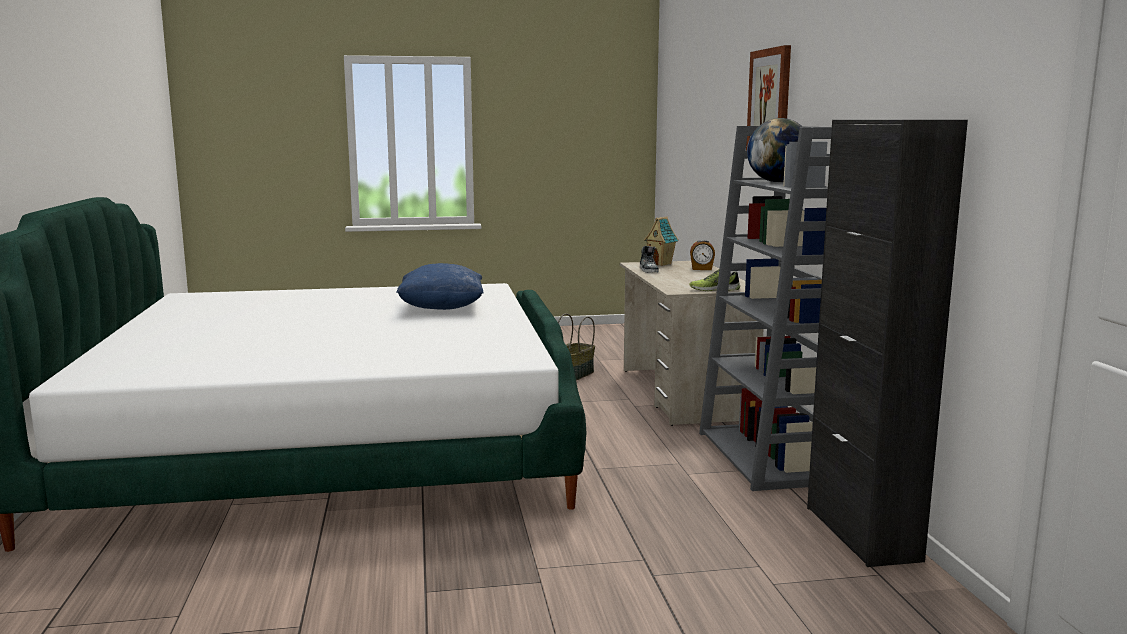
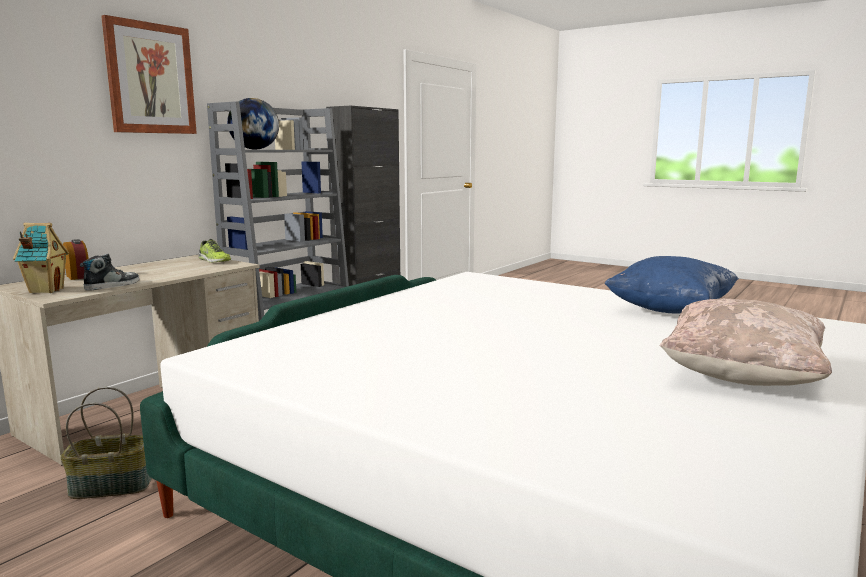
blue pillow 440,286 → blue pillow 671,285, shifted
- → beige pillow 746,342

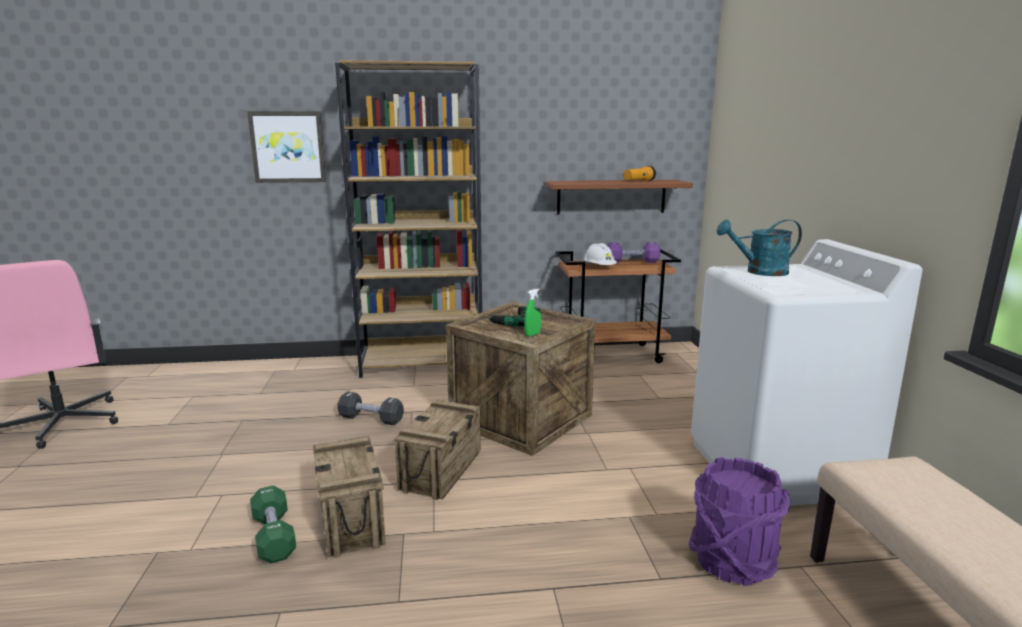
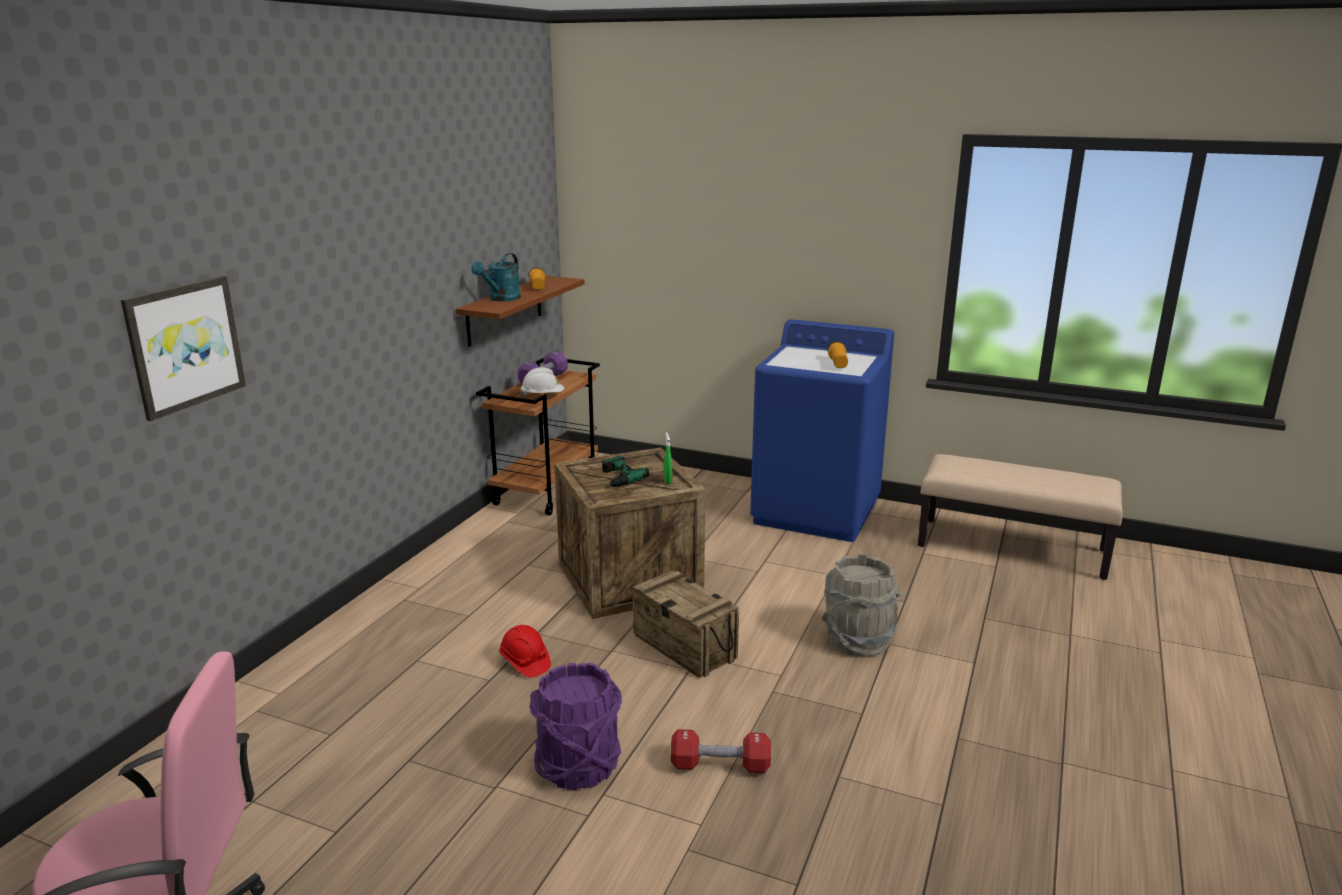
green dumbbell 273,524 → red dumbbell 721,751
crate 349,497 → -
brown bookcase 408,219 → -
black dumbbell 371,408 → red hard hat 525,651
purple bucket 739,521 → purple bucket 576,726, shifted
white washing machine 806,372 → blue washing machine 822,430
turquoise watering can 759,248 → turquoise watering can 496,277, shifted
- → grey bucket 862,605
- → flashlight 837,354

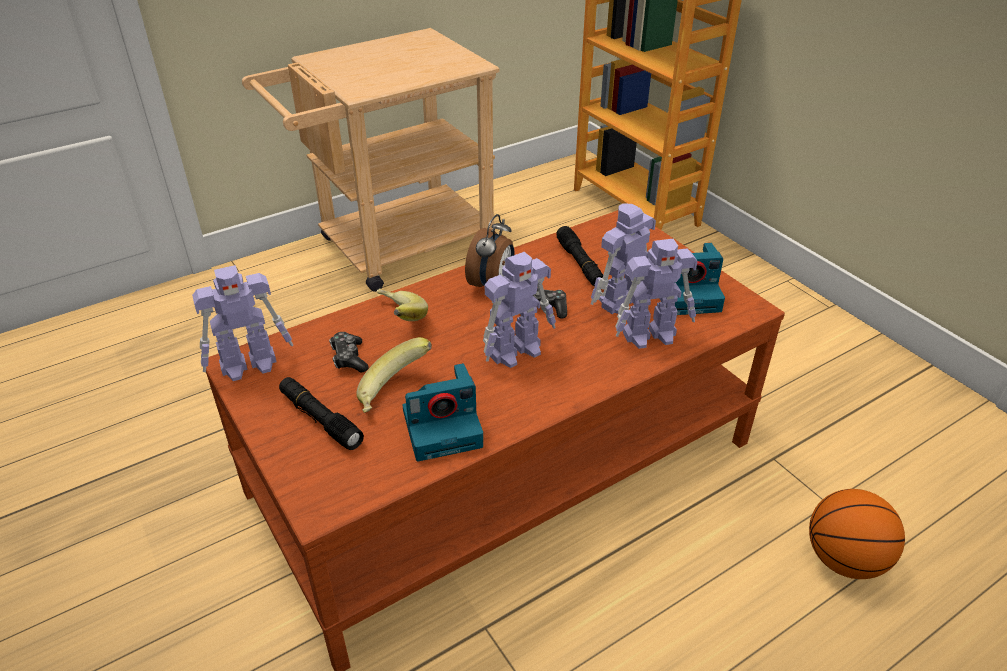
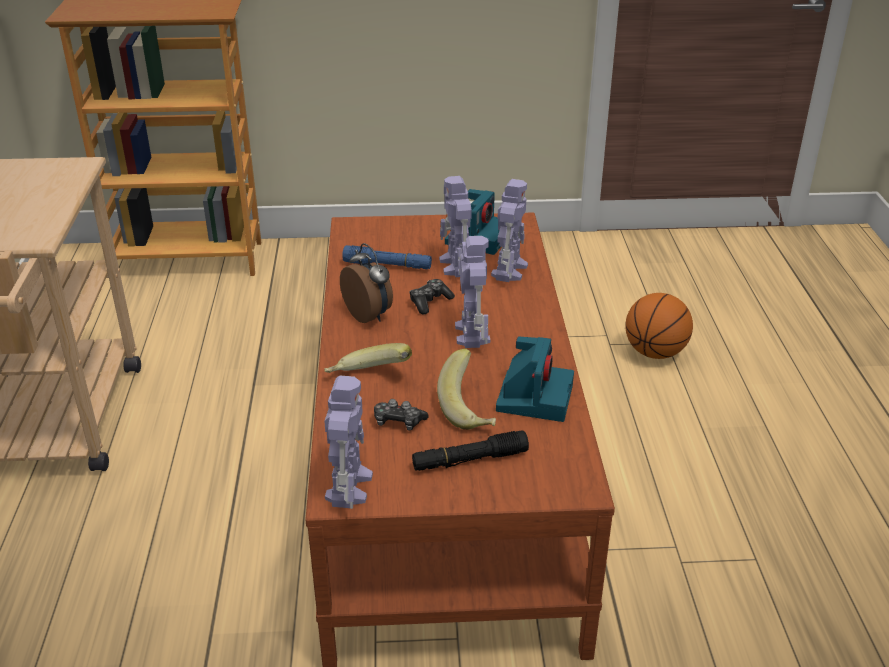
black flashlight 579,256 → blue flashlight 387,257

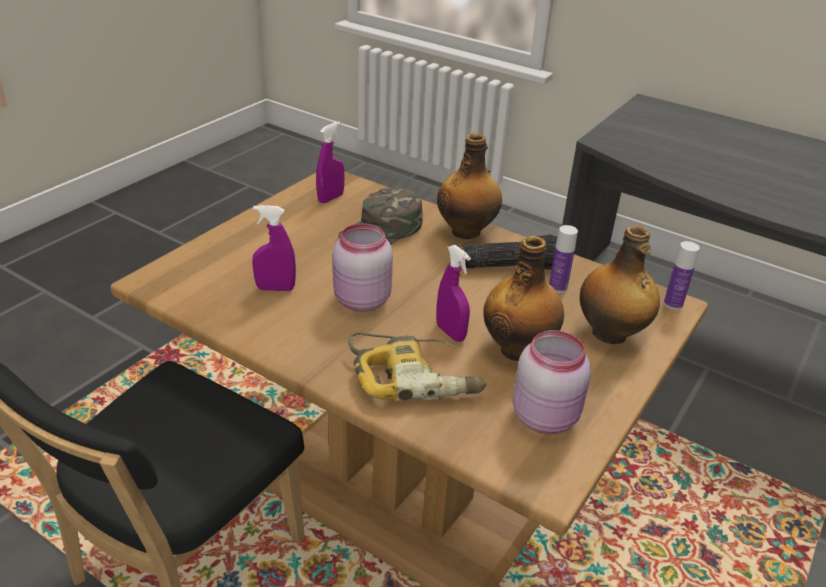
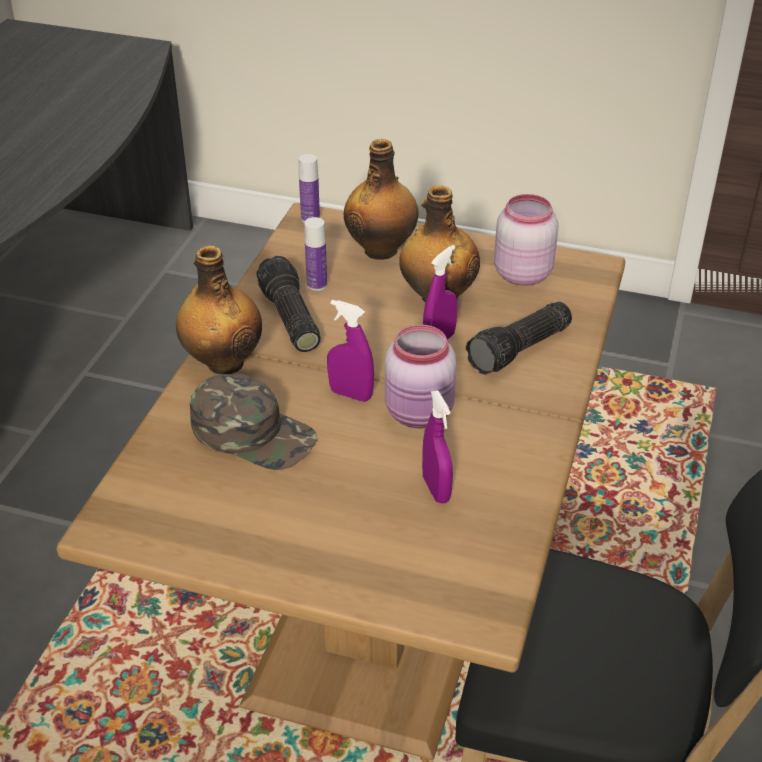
purple spray bottle 330,162 → purple spray bottle 350,351, shifted
power drill 417,367 → flashlight 519,338

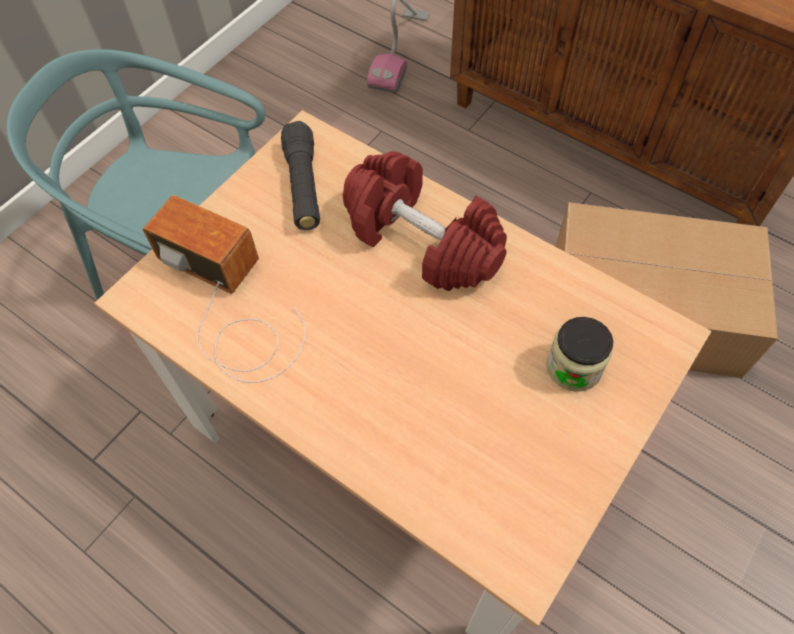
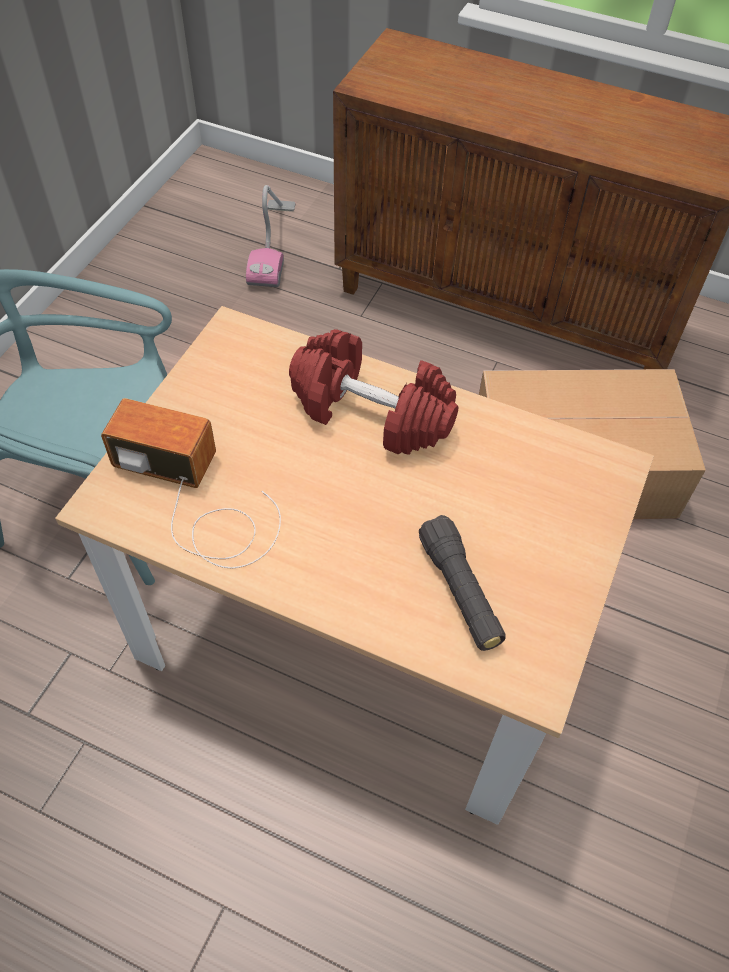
black flashlight 300,175 → black flashlight 462,583, shifted
jar 579,354 → -

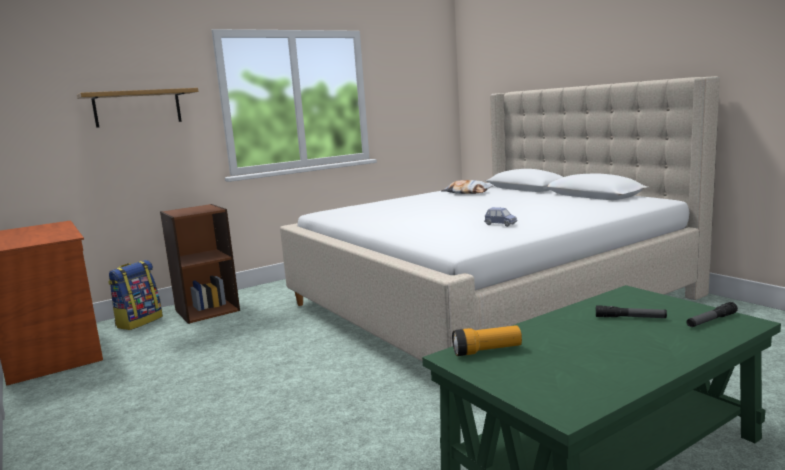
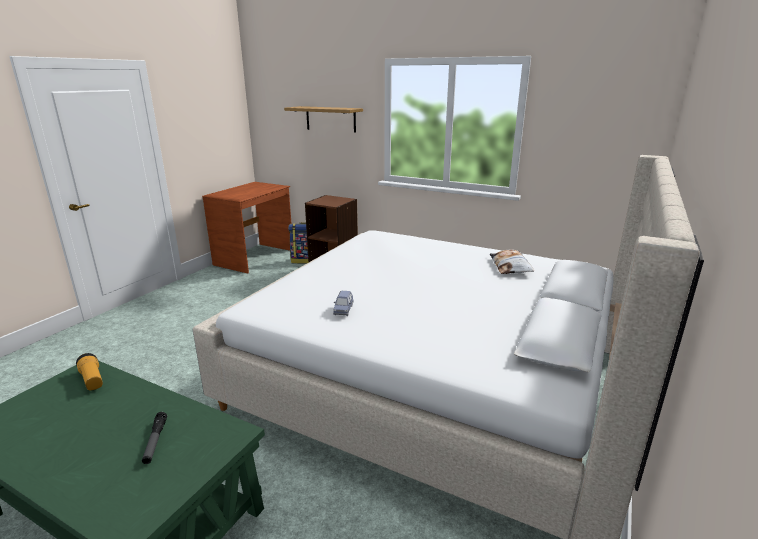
flashlight 712,314 → -

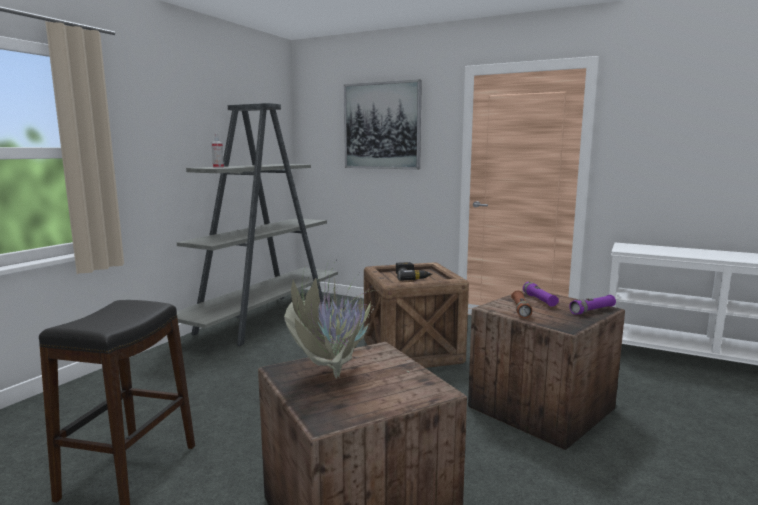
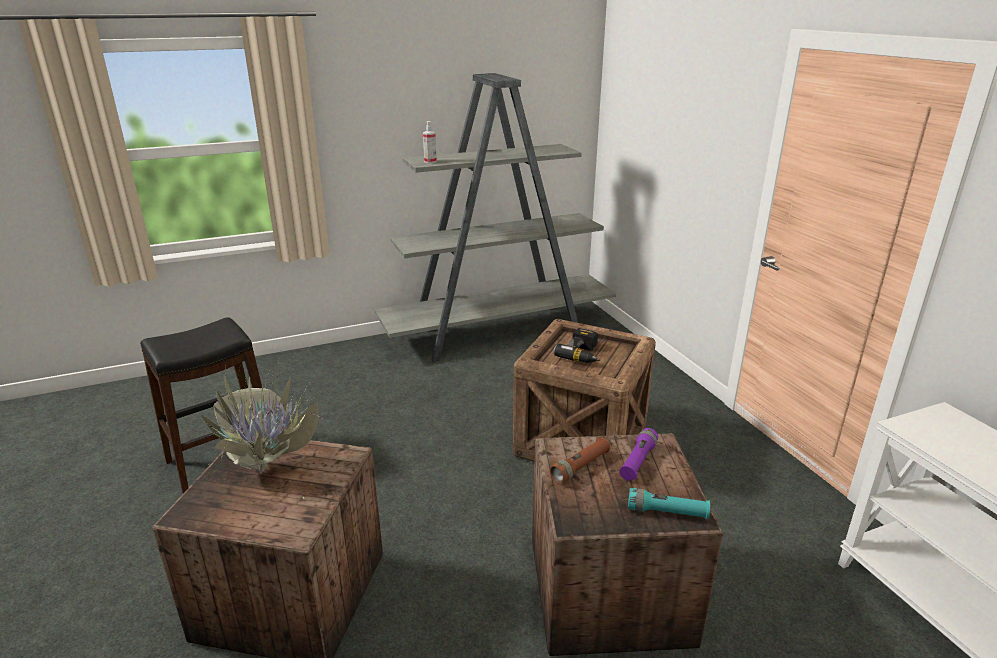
picture 383,124 → -
purple flashlight 592,305 → turquoise flashlight 669,503

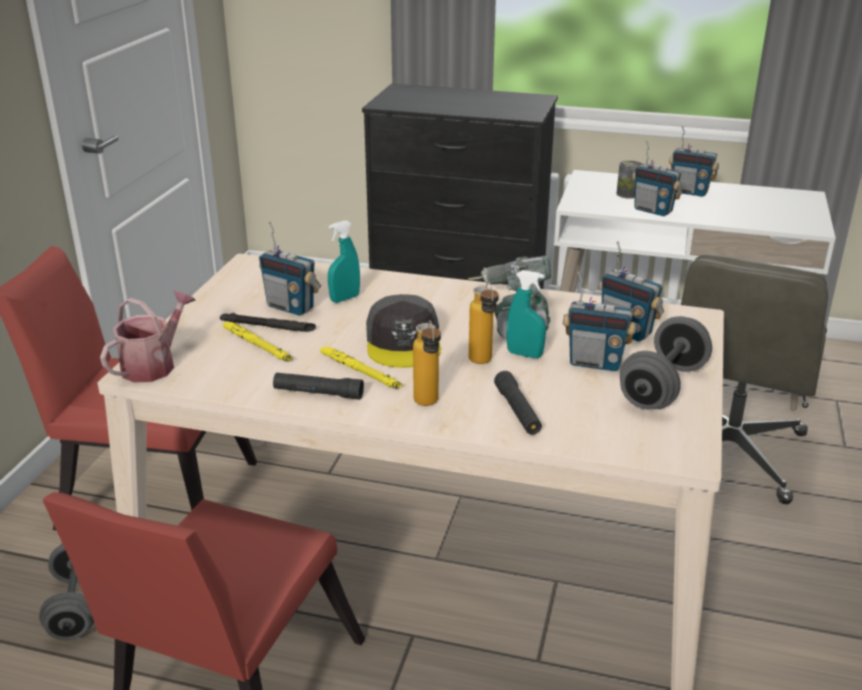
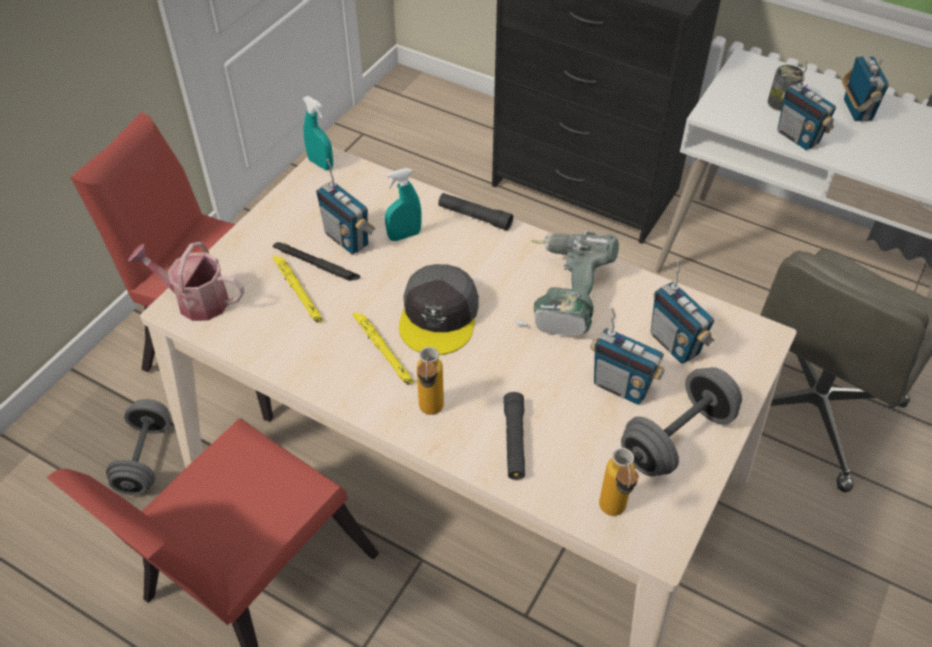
watering can 148,336 → watering can 186,281, 120 degrees counterclockwise
black flashlight 318,386 → black flashlight 475,212, shifted
bottle 484,323 → bottle 618,482, shifted
turquoise spray bottle 526,314 → turquoise spray bottle 318,133, shifted
radio 694,161 → radio 865,89, 135 degrees counterclockwise

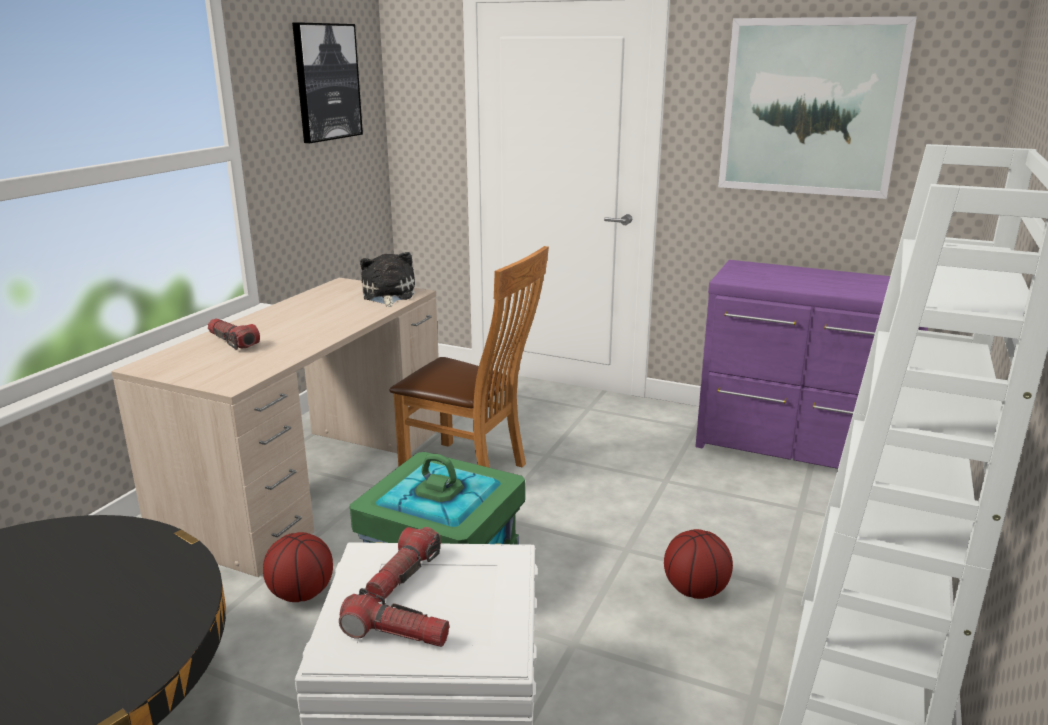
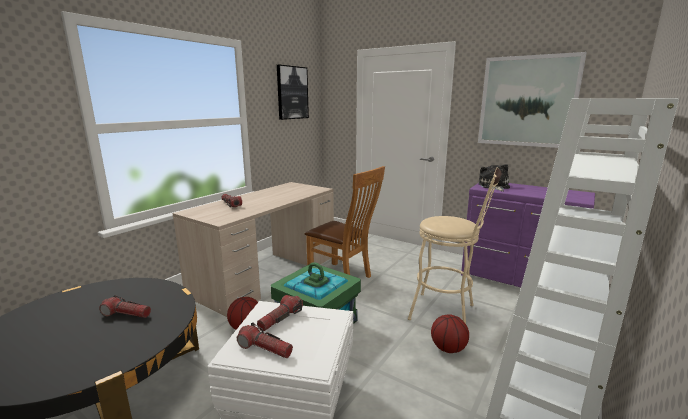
plush toy 387,279 → plush toy 494,178, shifted
- → flashlight 125,306
- → beige stool 455,246

